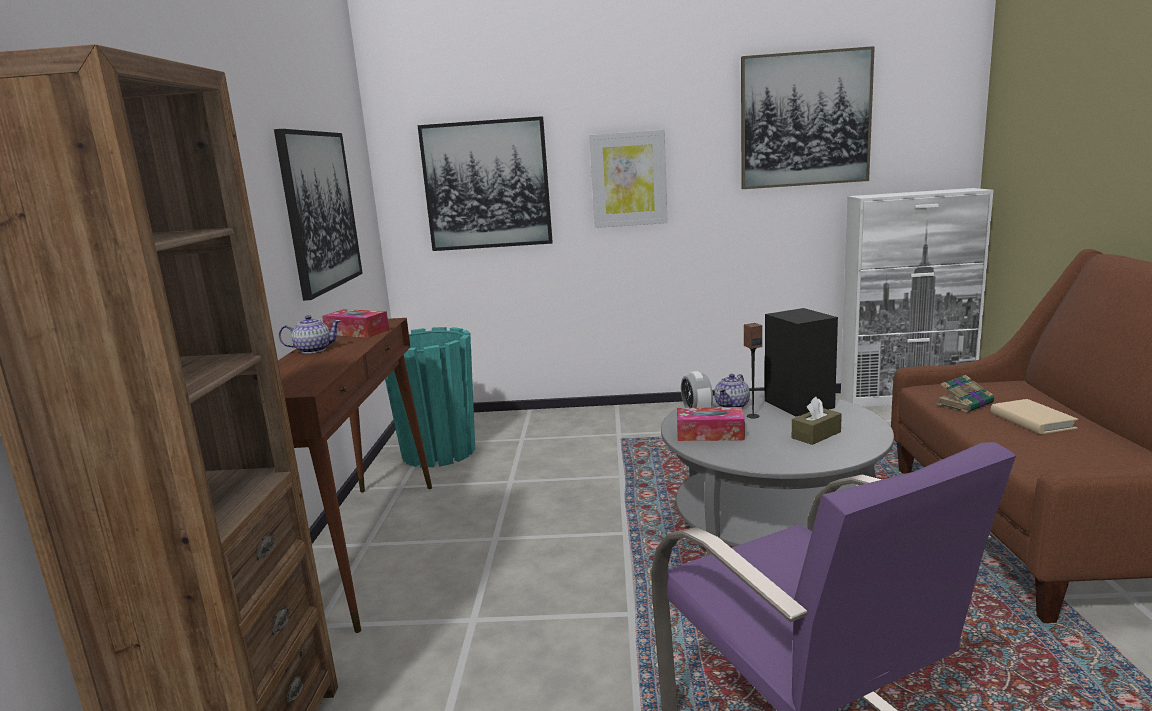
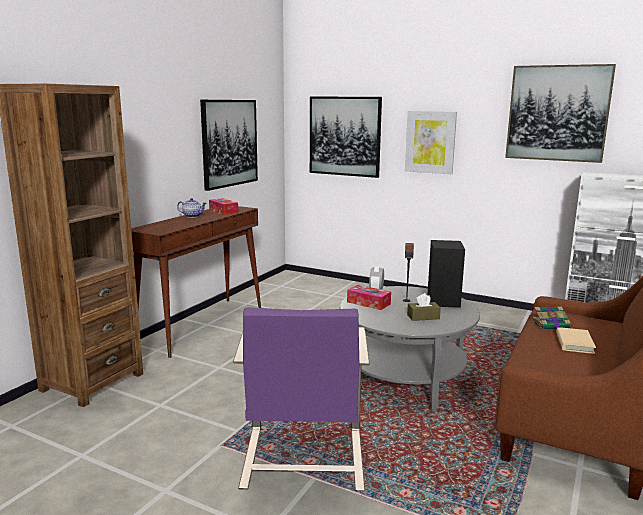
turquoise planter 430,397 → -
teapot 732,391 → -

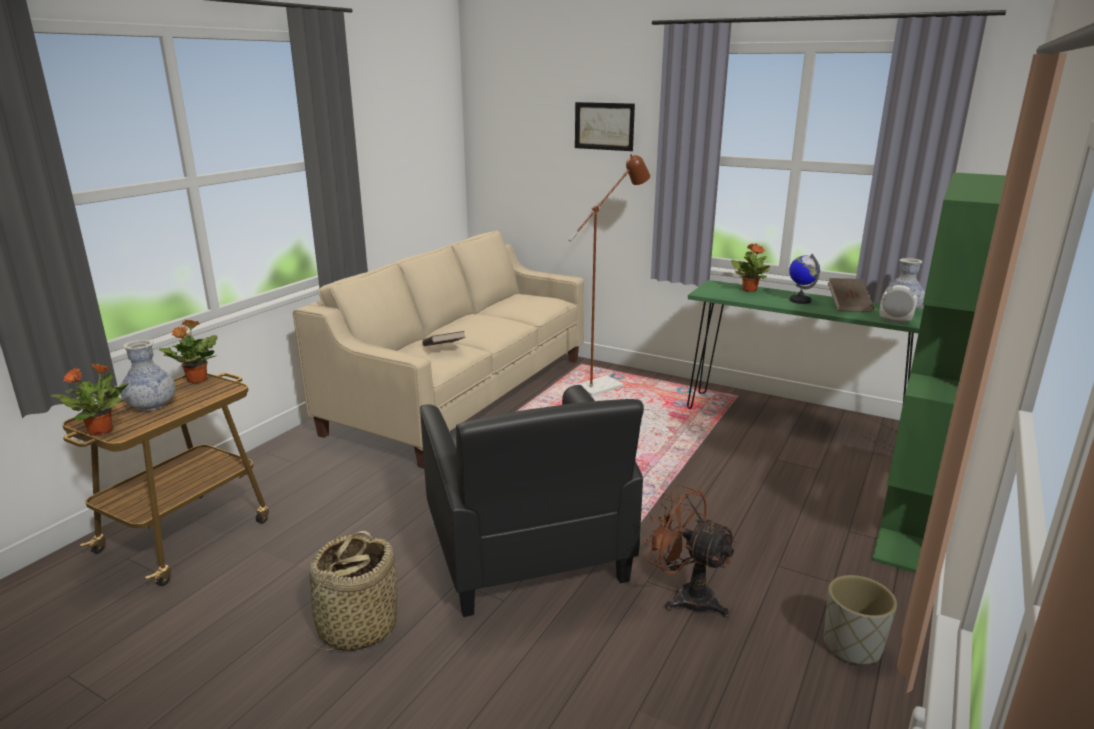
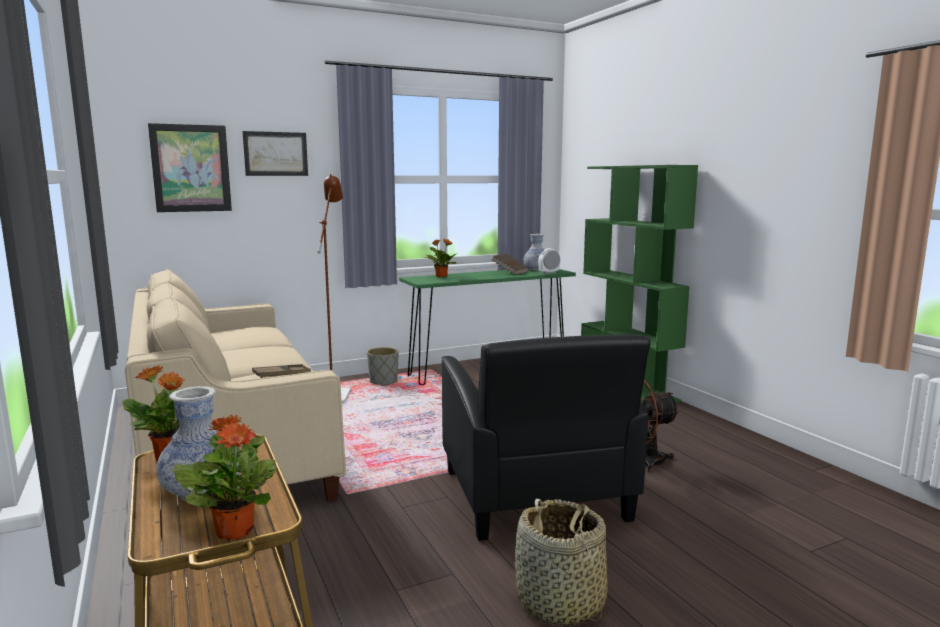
black armchair 532,501 → black armchair 546,438, 60 degrees clockwise
brown book 444,338 → brown tray 281,371
globe 804,279 → -
grey planter 860,619 → grey planter 382,366, shifted
- → picture 190,167

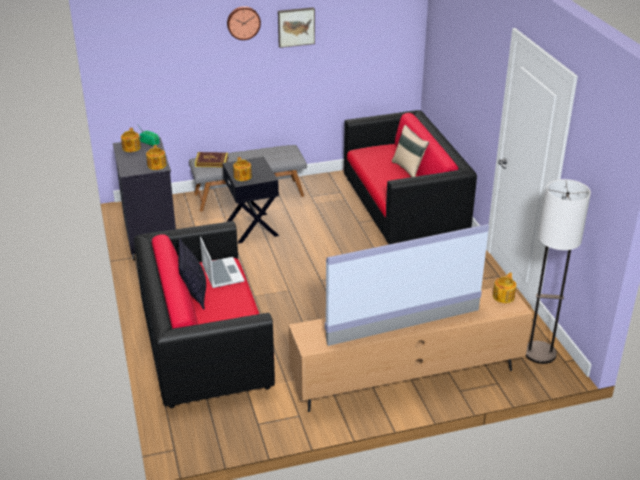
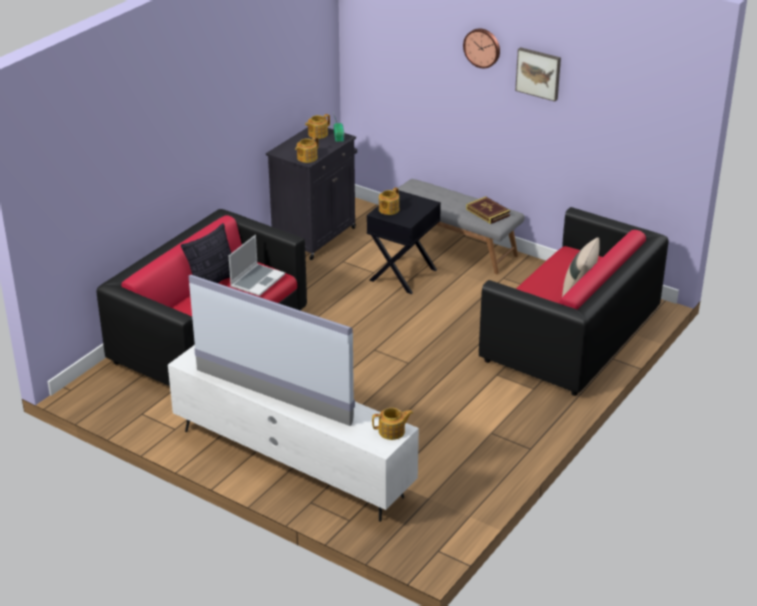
book 211,159 → book 488,210, shifted
brown tv stand 411,350 → white tv stand 293,433
floor lamp 558,271 → -

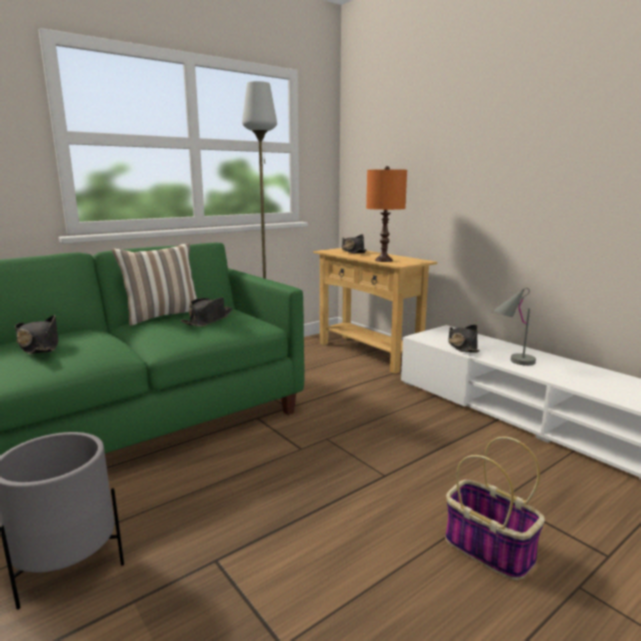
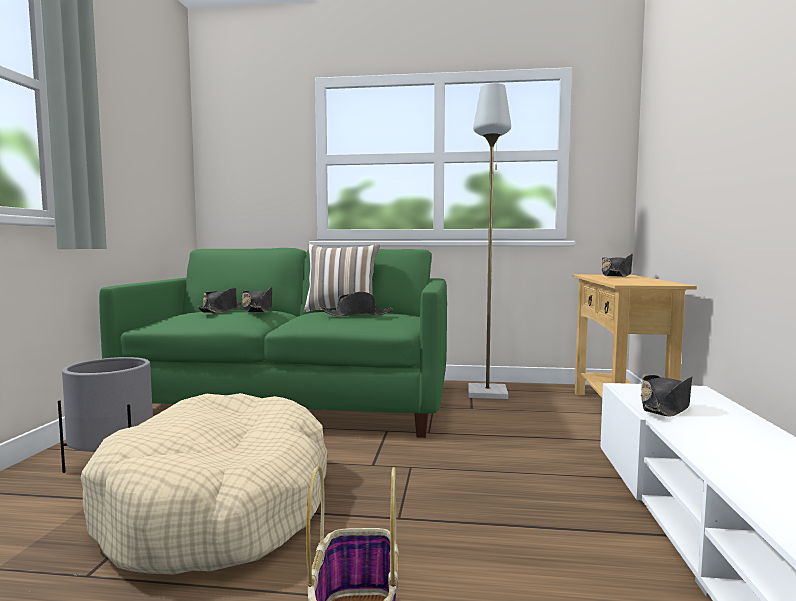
orange table lamp 386,214 → -
grey table lamp 515,327 → -
- → beige dog bed 204,483
- → black hat 257,299

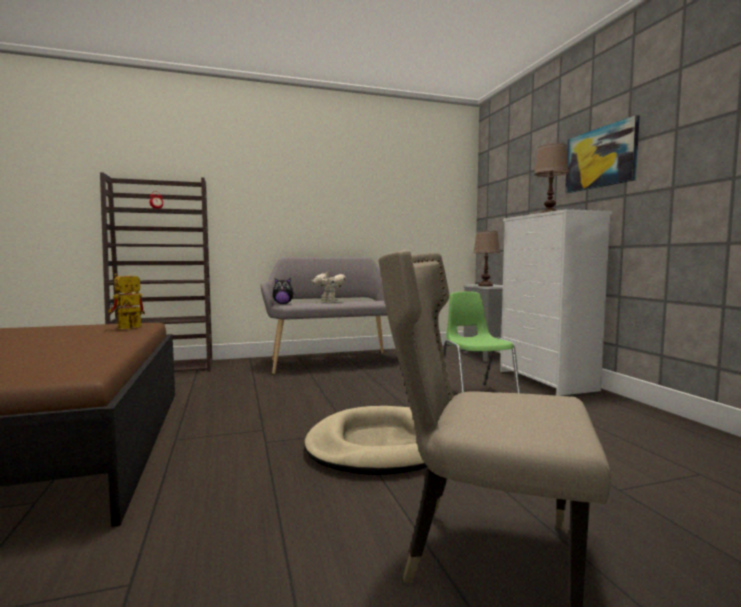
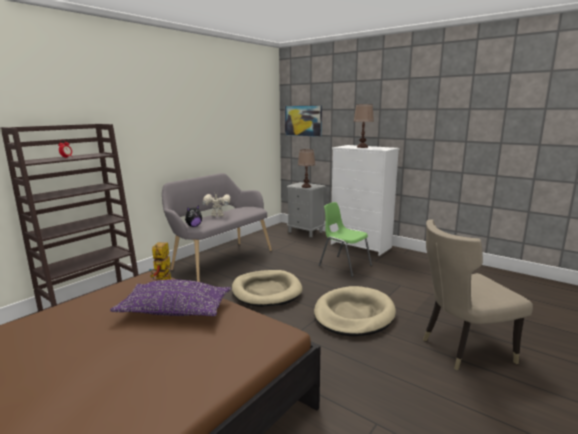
picture 602,154 → picture 303,121, shifted
- → purple pillow 170,298
- → beige dog bed 267,288

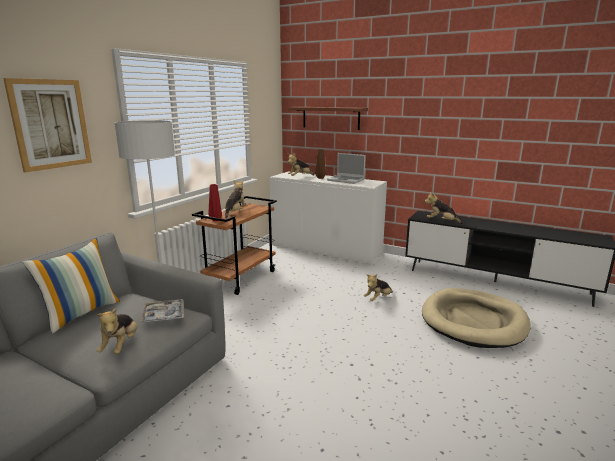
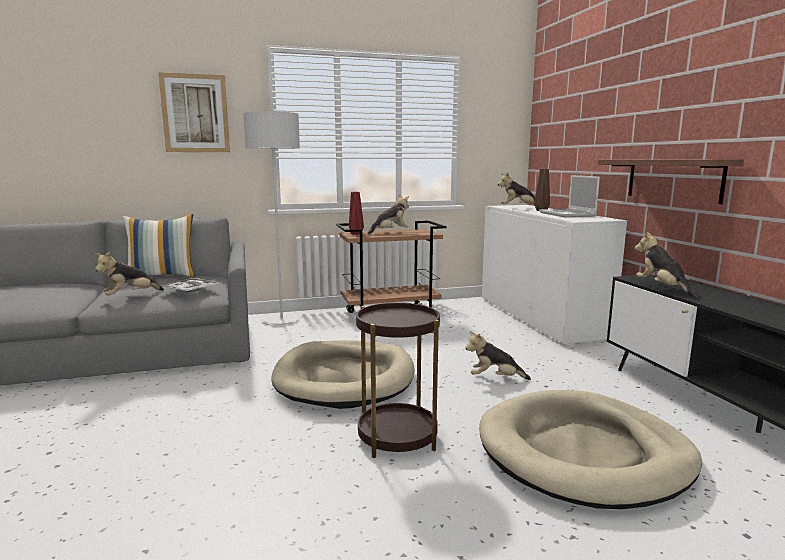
shelf 328,118 → shelf 671,181, shifted
- → beige dog bed 342,374
- → brown side table 398,380

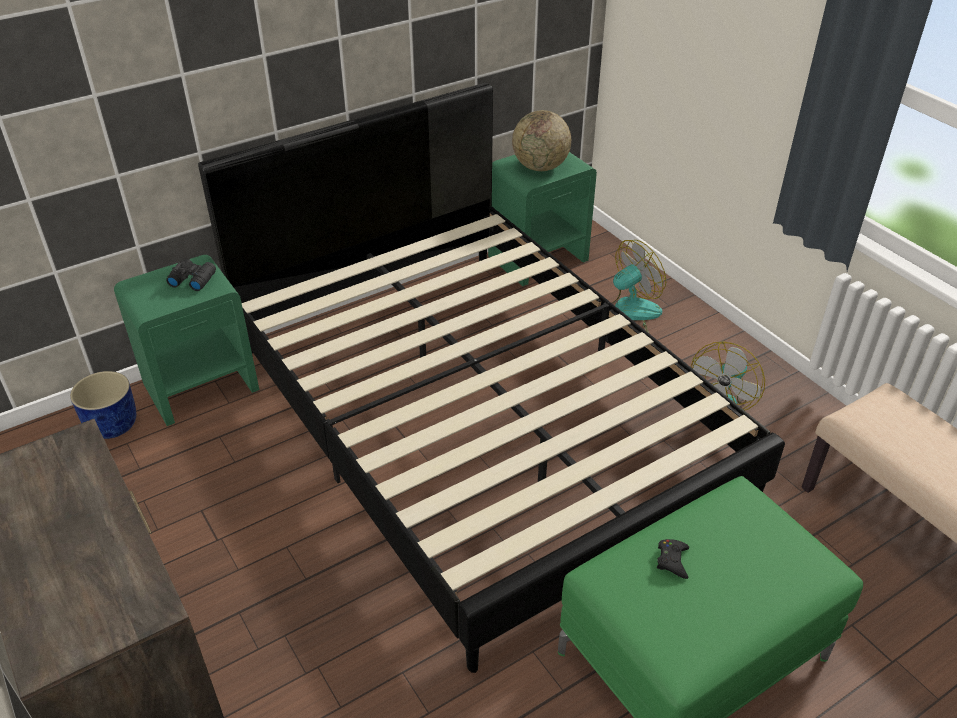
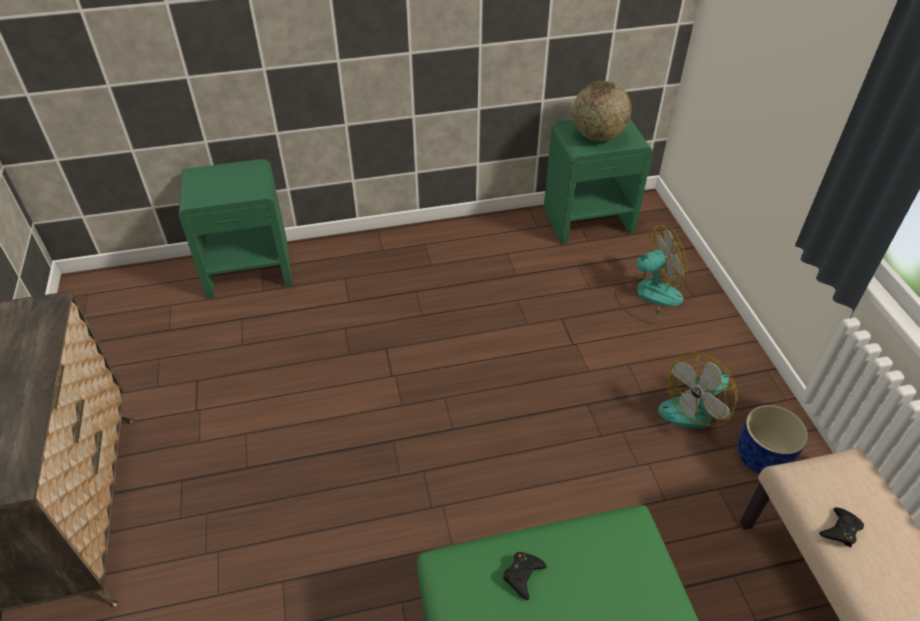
blue planter 103,405 → blue planter 773,439, shifted
black binoculars 191,275 → -
black bed 491,378 → -
- → black game controller 841,527

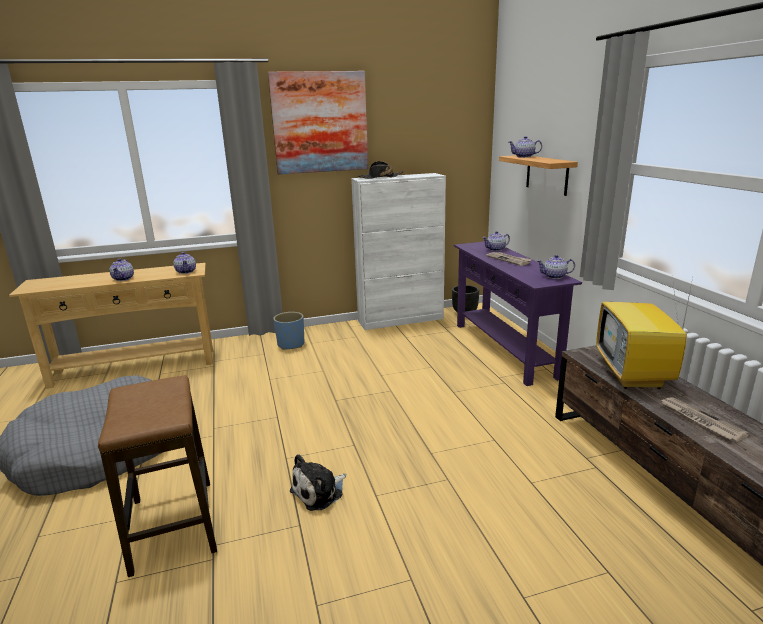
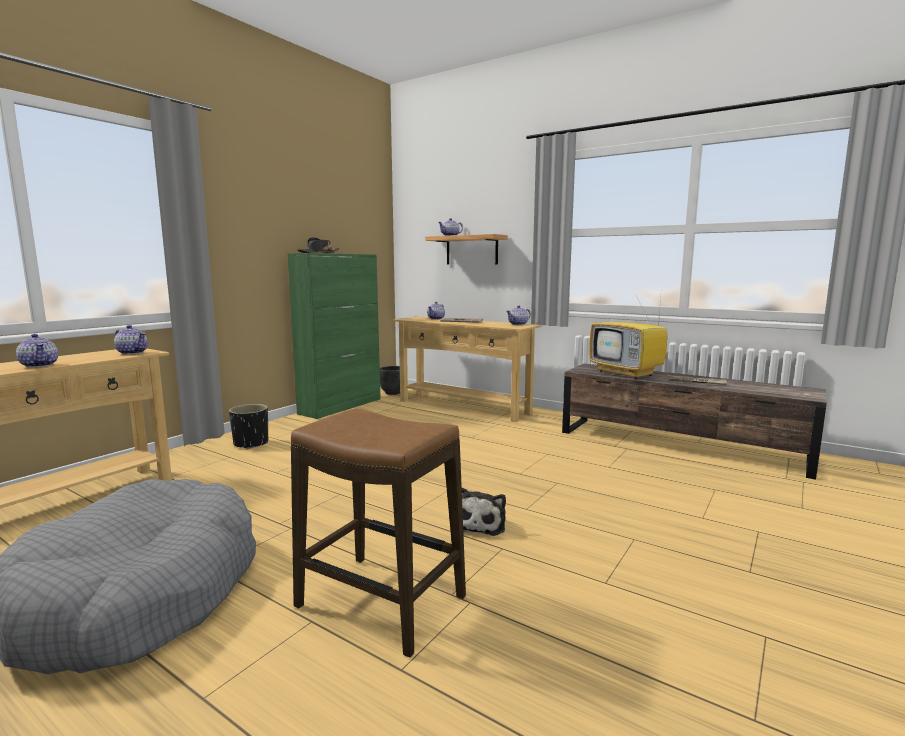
picture 318,122 → -
blue planter 288,331 → black planter 248,426
white cabinet 398,251 → green cabinet 334,336
purple console table 518,314 → beige console table 467,369

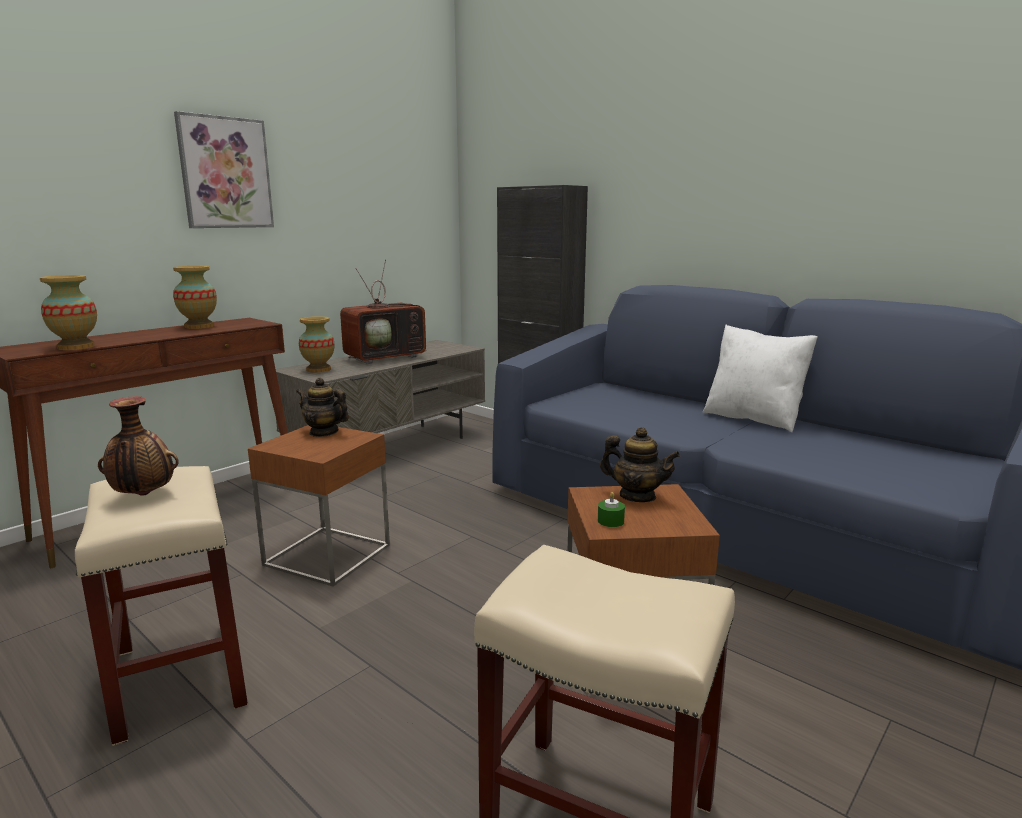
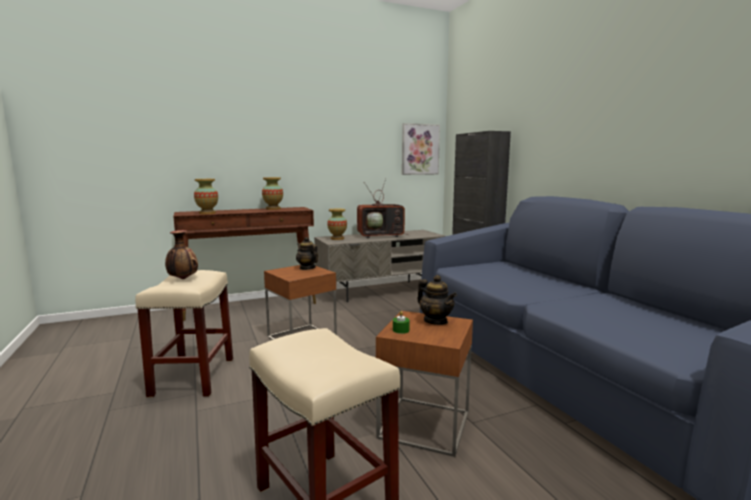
picture 224,169 → picture 421,149, shifted
white pillow 760,378 → -

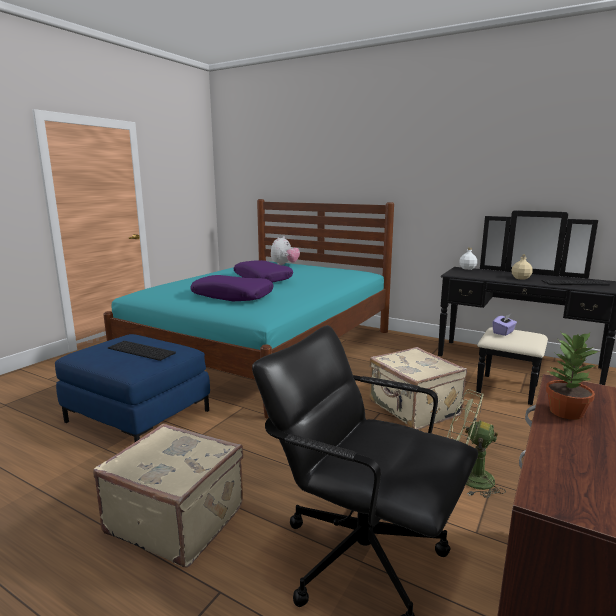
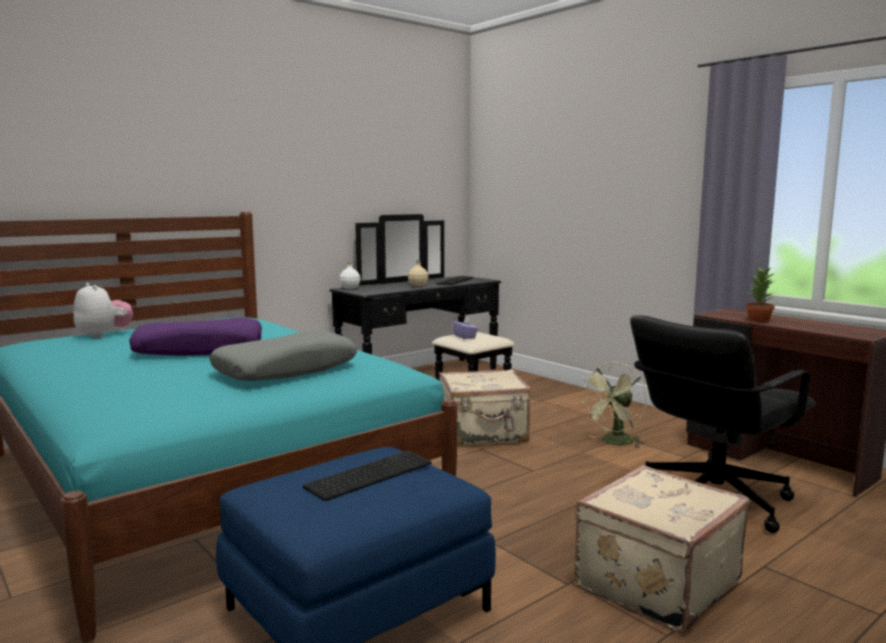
purple pillow 232,288 → grey pillow 283,355

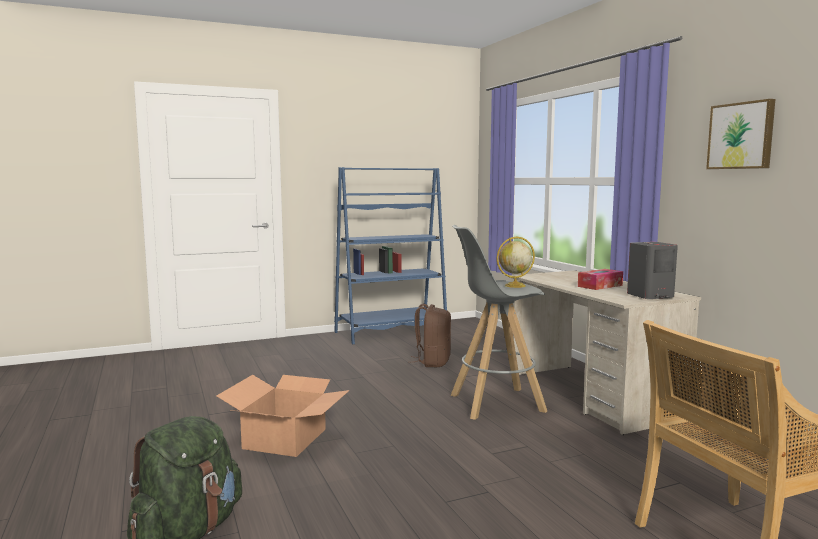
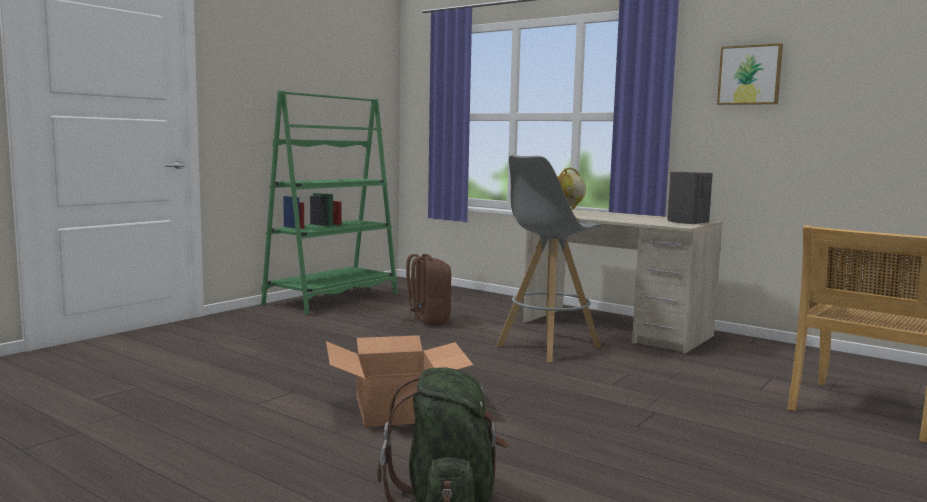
blue bookcase 390,255 → green bookcase 329,202
tissue box 600,279 → -

